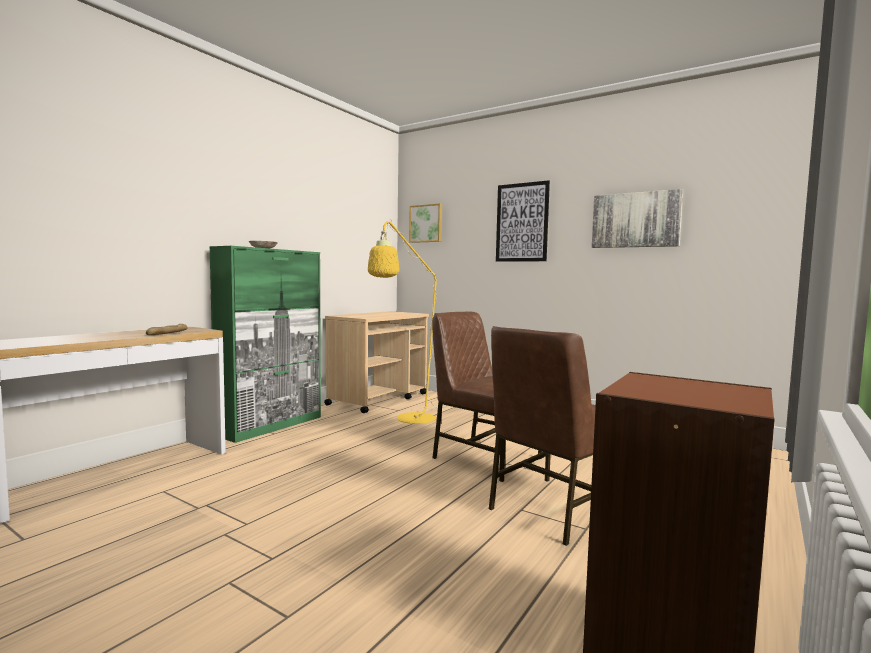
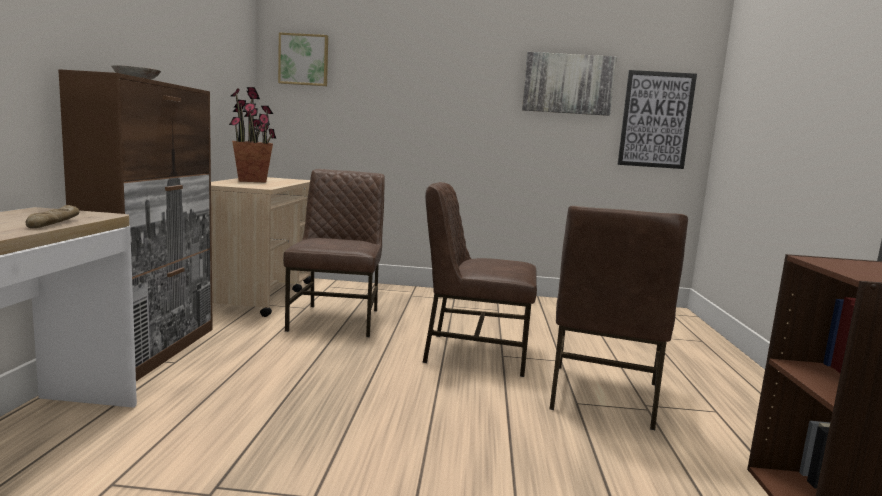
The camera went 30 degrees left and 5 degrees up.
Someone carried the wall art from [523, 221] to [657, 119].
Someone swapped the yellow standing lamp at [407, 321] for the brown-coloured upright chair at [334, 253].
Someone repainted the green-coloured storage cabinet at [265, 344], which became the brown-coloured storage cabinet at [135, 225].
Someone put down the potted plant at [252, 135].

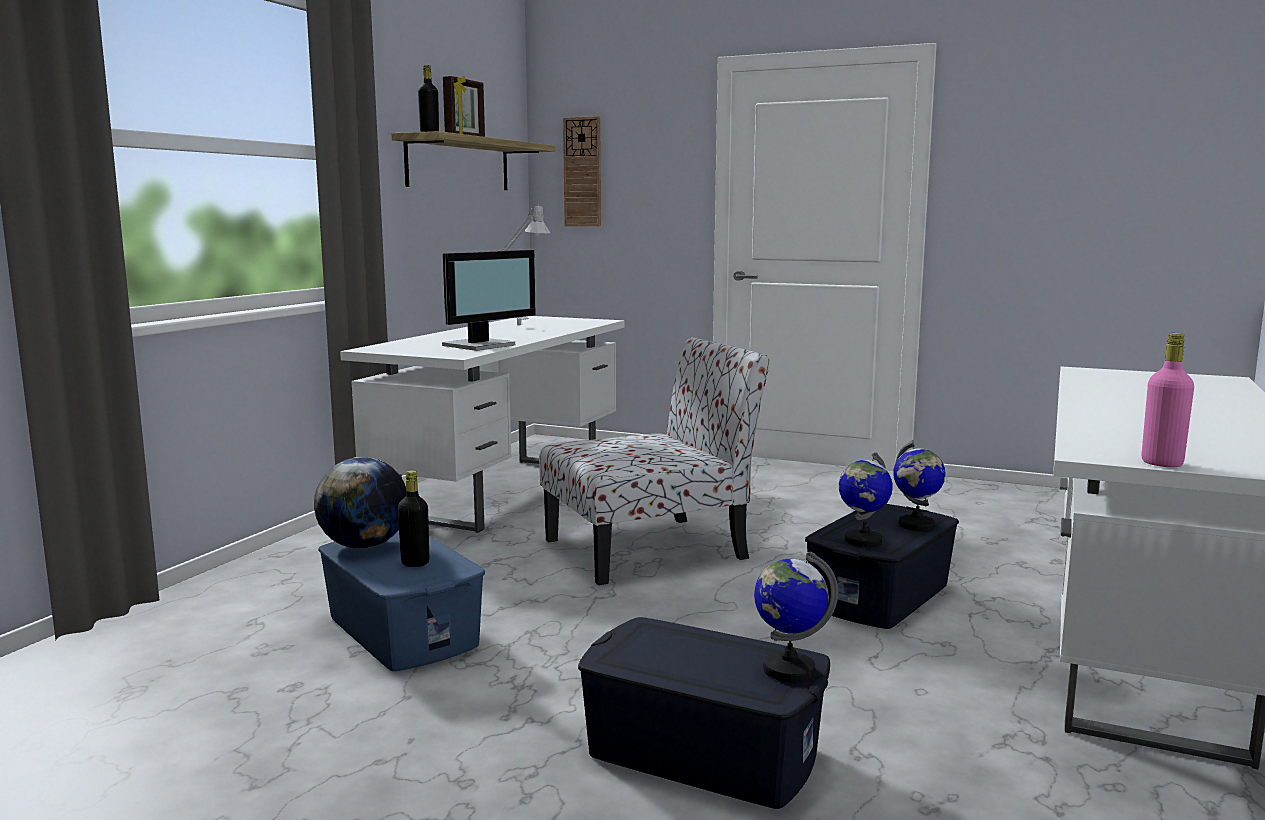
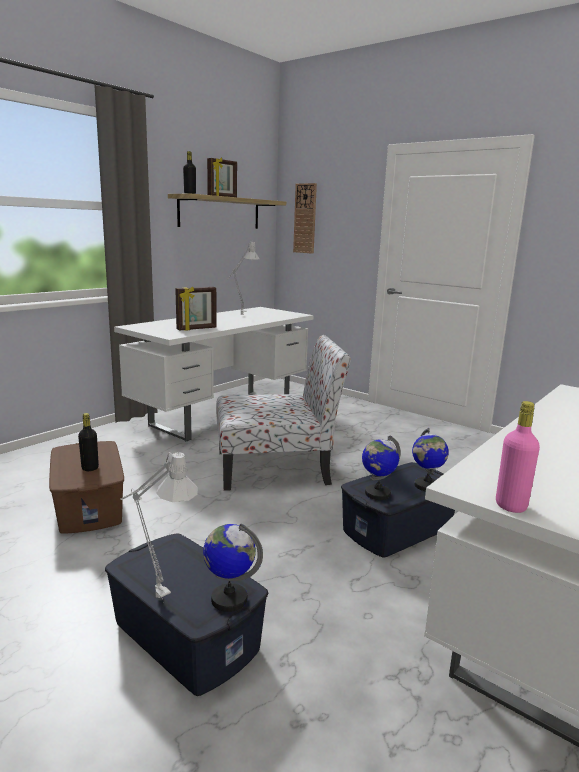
The camera went 15 degrees right and 5 degrees up.
Someone swapped the computer display at [489, 300] for the photo frame at [196, 309].
Someone took away the desk globe at [360, 503].
Someone repainted the blue-coloured storage box at [401, 600], which became the brown-coloured storage box at [86, 487].
Someone put down the grey table lamp at [159, 525].

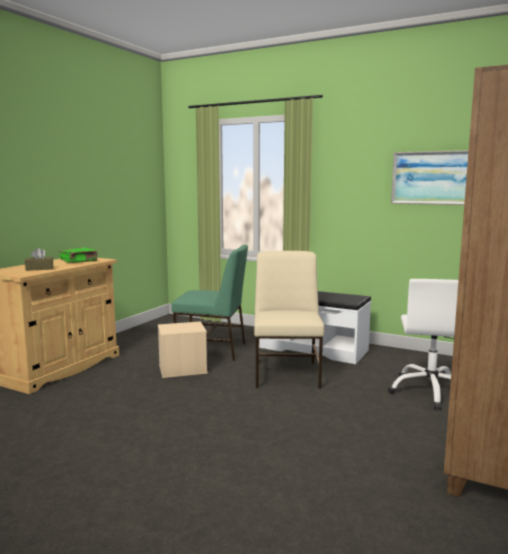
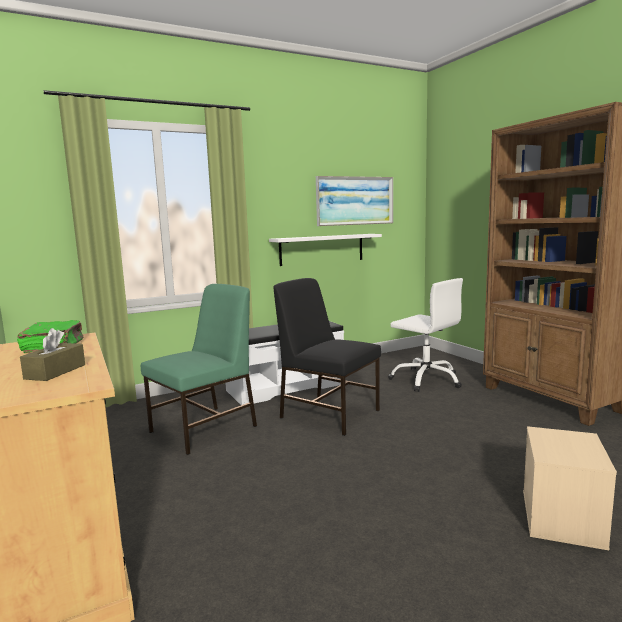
The camera went 55 degrees left and 0 degrees up.
Someone repainted the sand-coloured upright chair at [289, 320], which became the black upright chair at [327, 357].
Someone carried the sand-coloured storage box from [183, 349] to [570, 488].
Someone put up the white wall shelf at [325, 250].

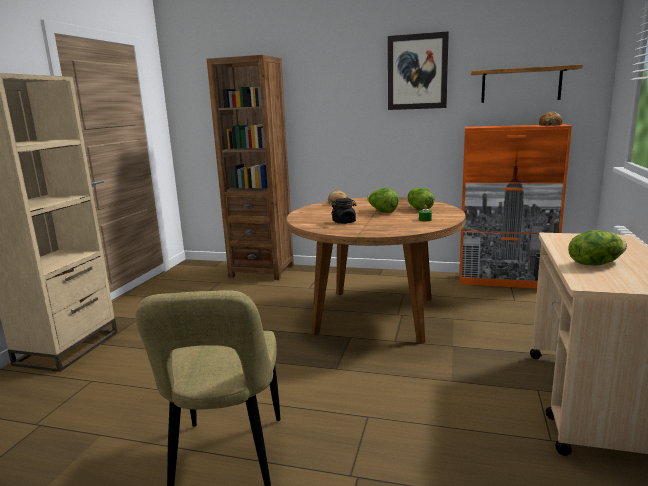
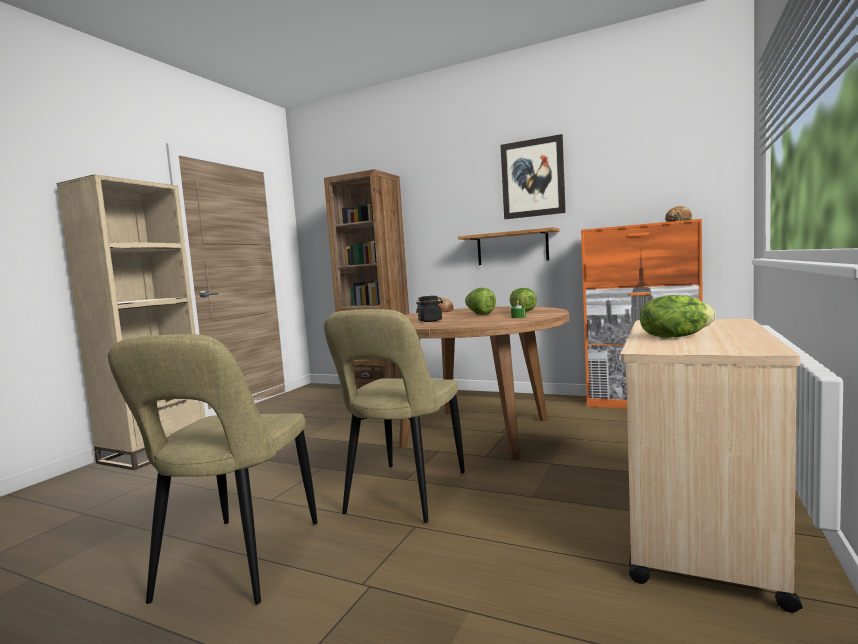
The camera went 10 degrees right and 10 degrees down.
Someone carried the wall shelf from [527, 84] to [509, 246].
Someone put down the sand-coloured upright chair at [394, 416].

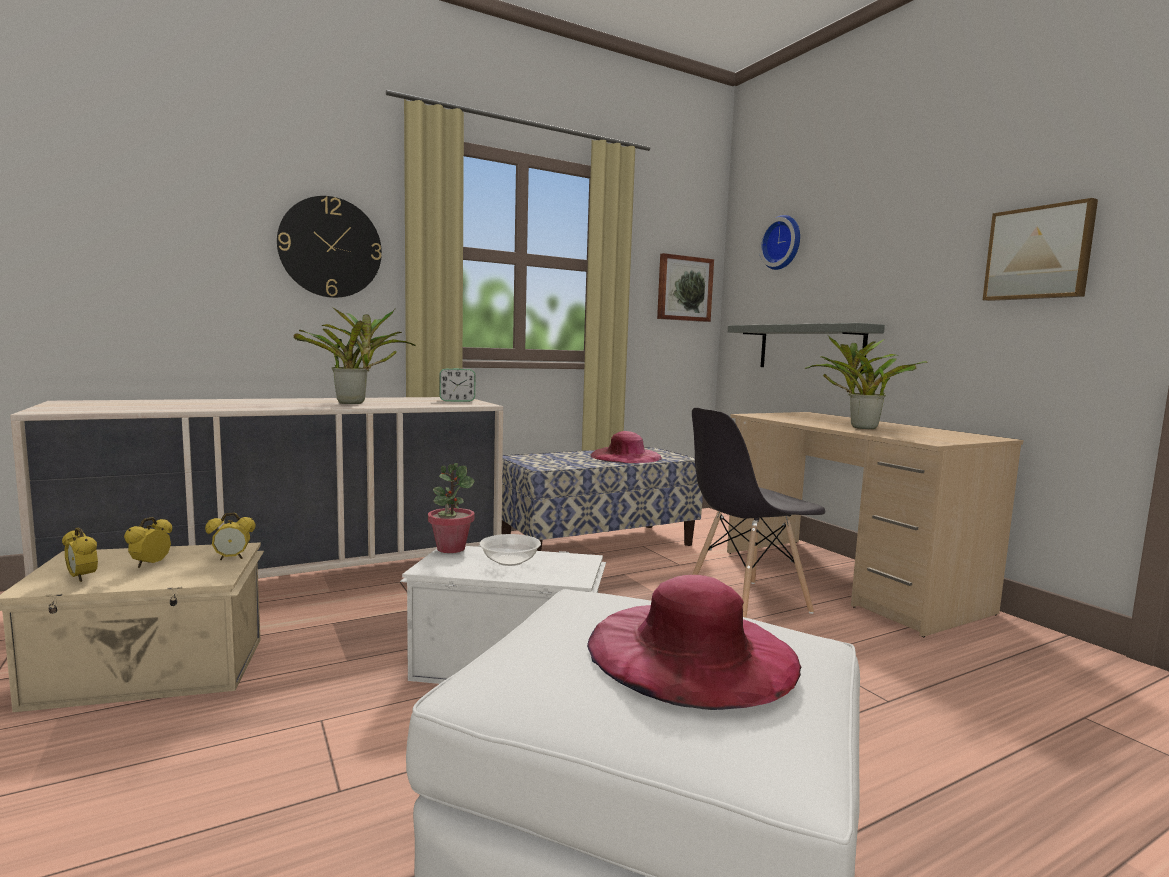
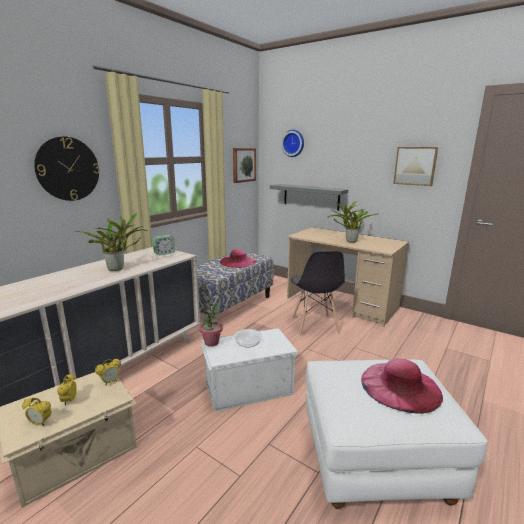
The camera went 25 degrees left and 10 degrees up.
Someone rotated the grey upright chair at [758, 513] by 45 degrees counterclockwise.

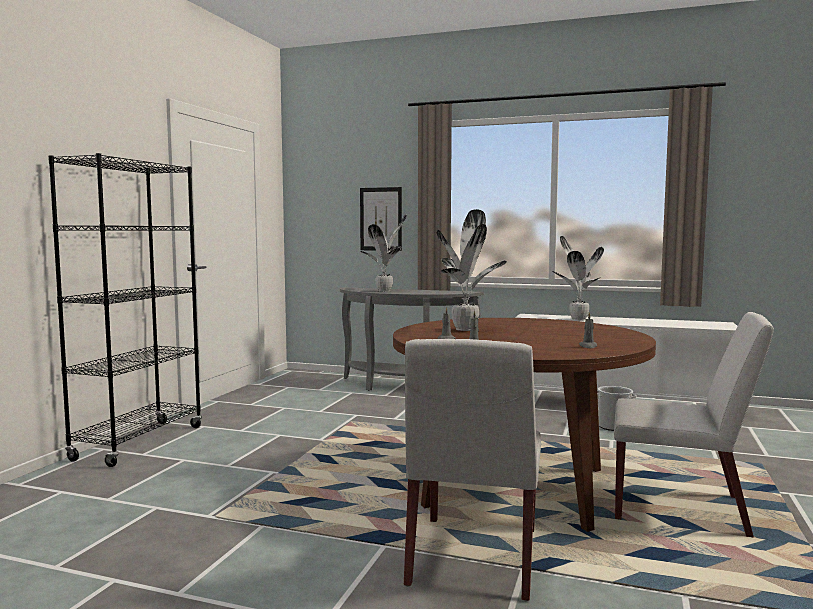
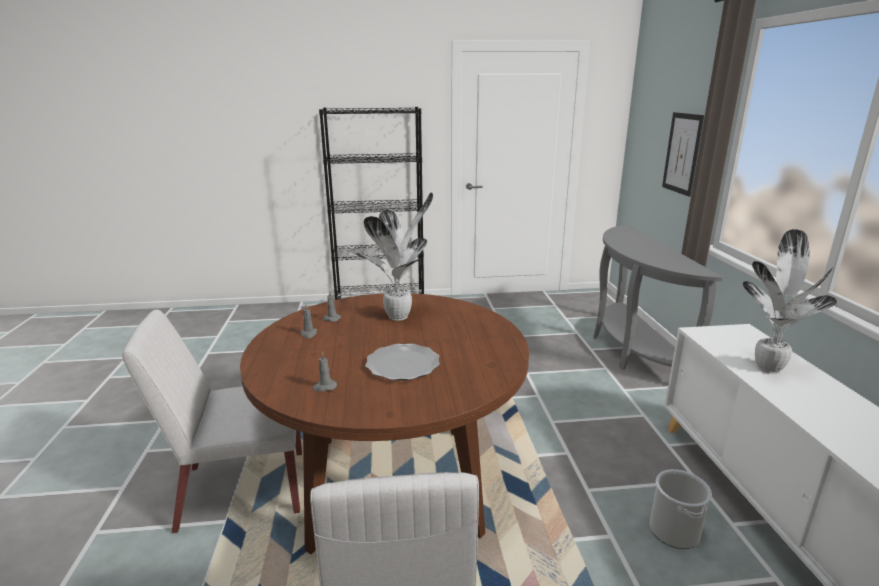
The camera went 65 degrees right and 15 degrees up.
Someone took away the potted plant at [383, 253].
Someone put down the plate at [402, 362].

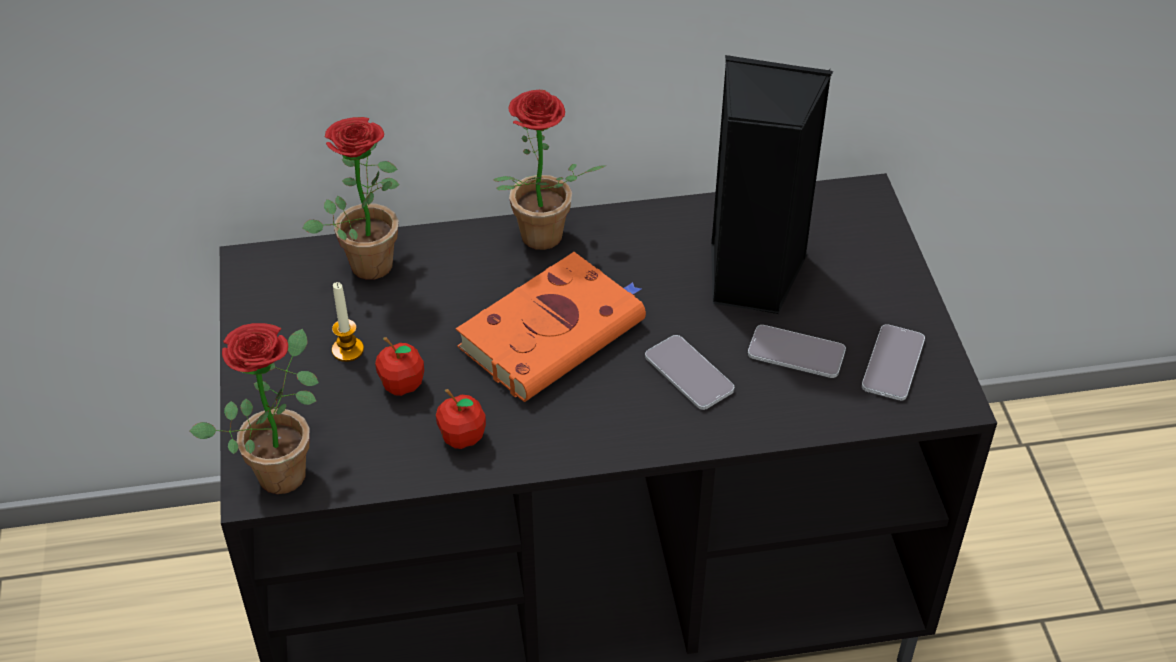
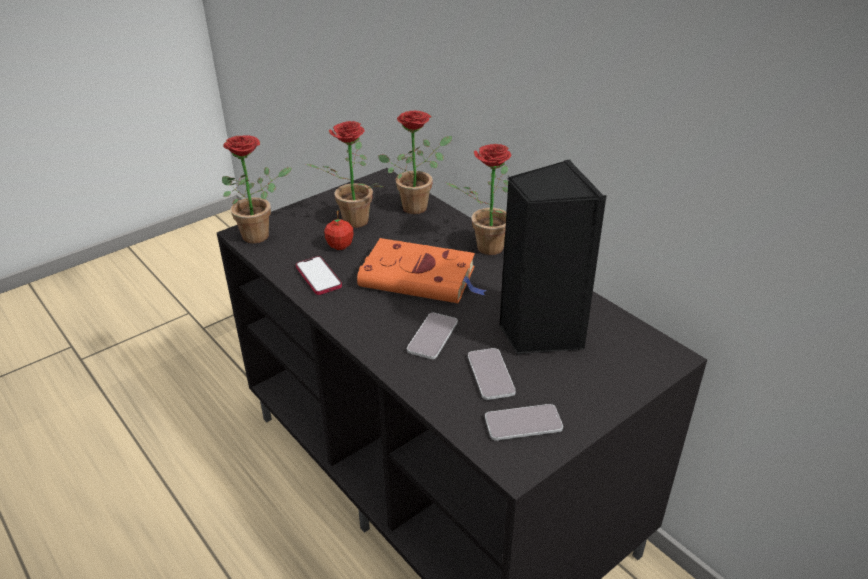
The camera went 60 degrees right and 10 degrees down.
Someone swapped the wax candle at [348, 322] for the potted plant at [344, 174].
Someone swapped the whole apple at [461, 419] for the telephone at [319, 275].

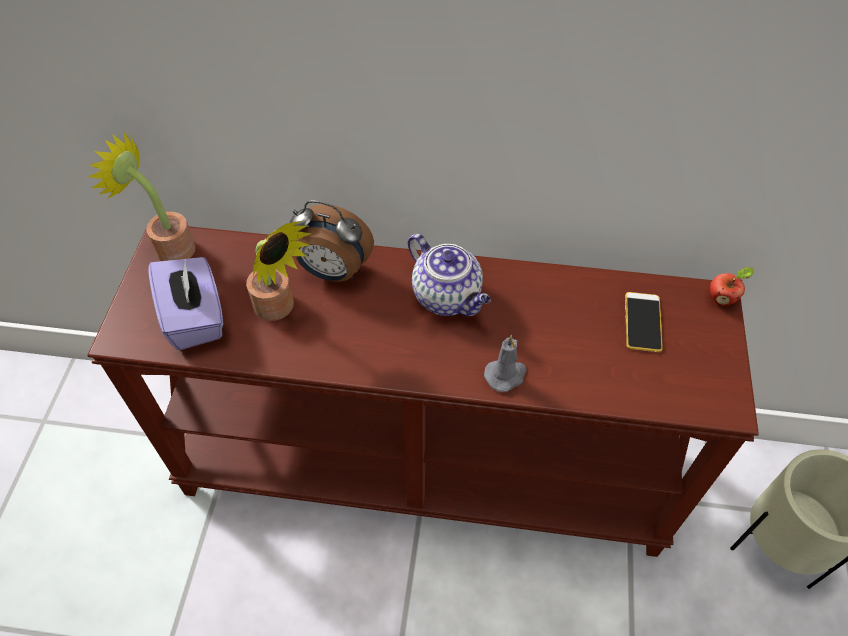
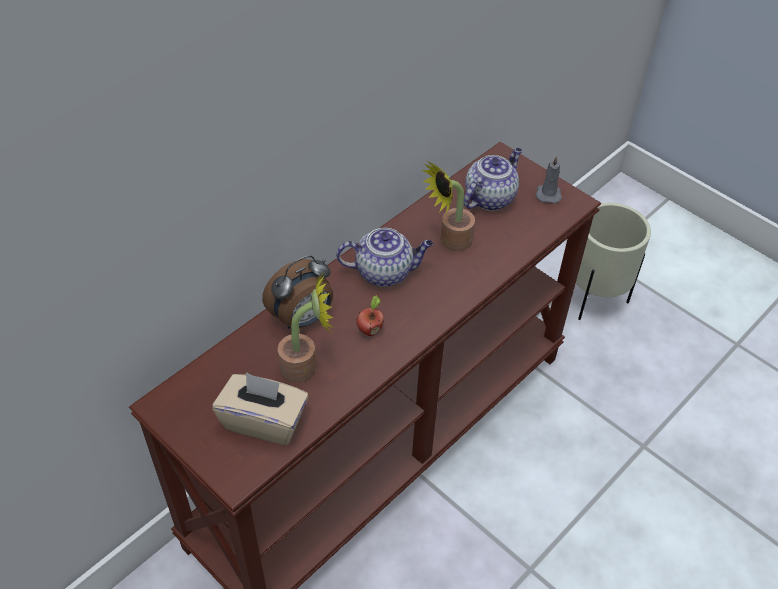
The camera went 55 degrees left and 5 degrees down.
Someone carried the potted plant from [142, 196] to [448, 206].
Someone repainted the purple-coloured tissue holder at [186, 303], which became the sand-coloured tissue holder at [260, 408].
Someone carried the whole apple from [732, 286] to [370, 315].
Someone swapped the telephone at [644, 322] for the teapot at [492, 179].
Someone carried the grey wax candle from [505, 363] to [548, 180].

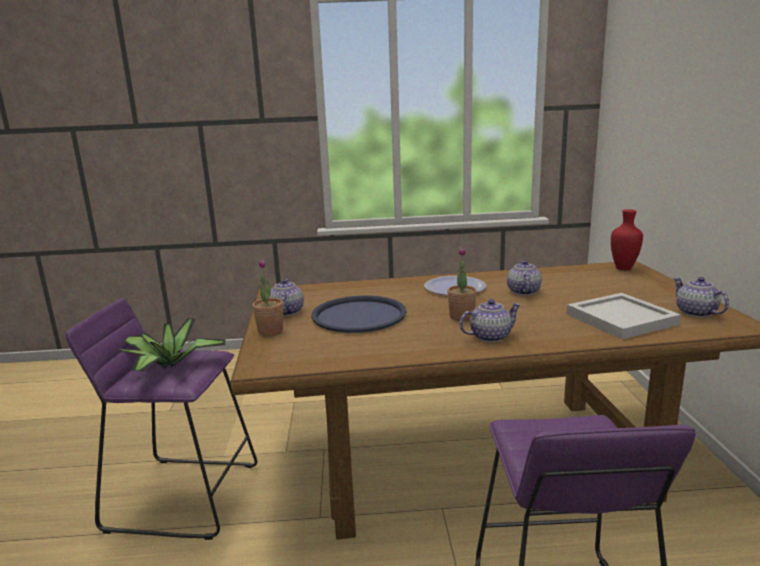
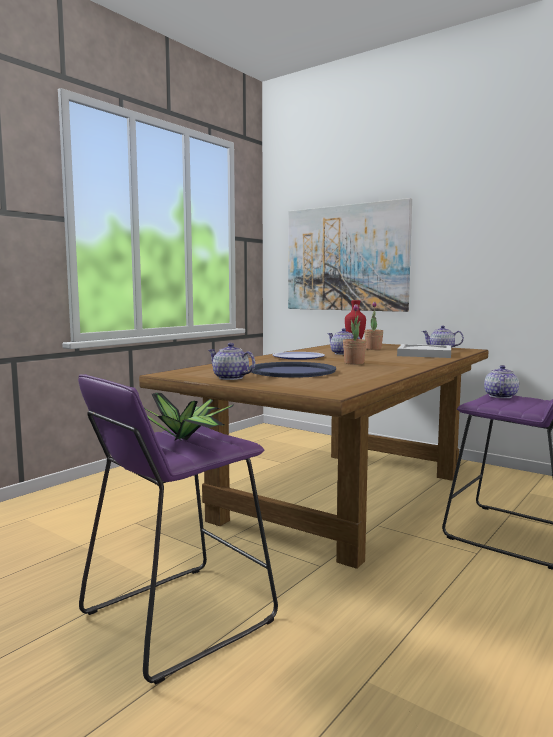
The camera went 50 degrees left and 10 degrees down.
Someone carried the potted plant from [267, 297] to [373, 326].
Someone carried the teapot from [490, 320] to [501, 381].
Someone put up the wall art at [350, 255].

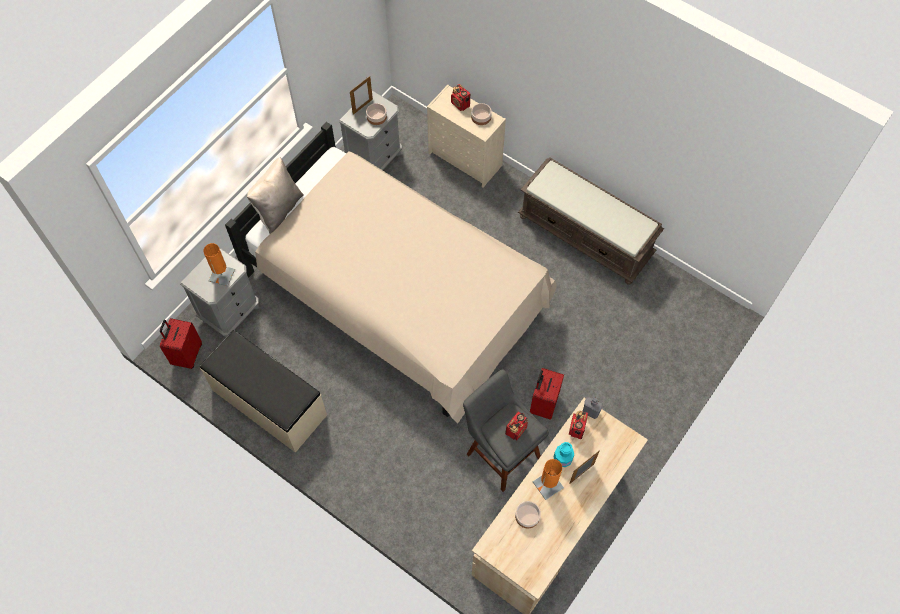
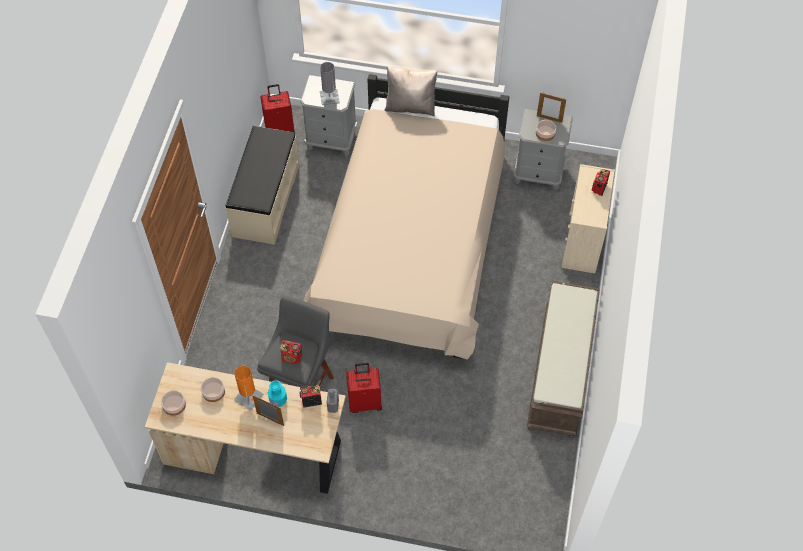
The camera went 65 degrees right and 5 degrees down.
Someone carried the deep dish from [481, 114] to [173, 403].
Someone repainted the orange-coloured table lamp at [219, 265], which became the grey table lamp at [330, 83].

